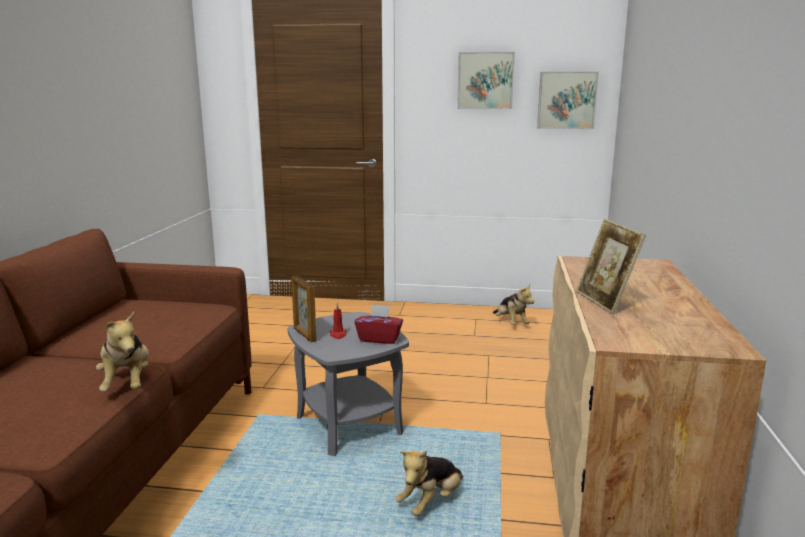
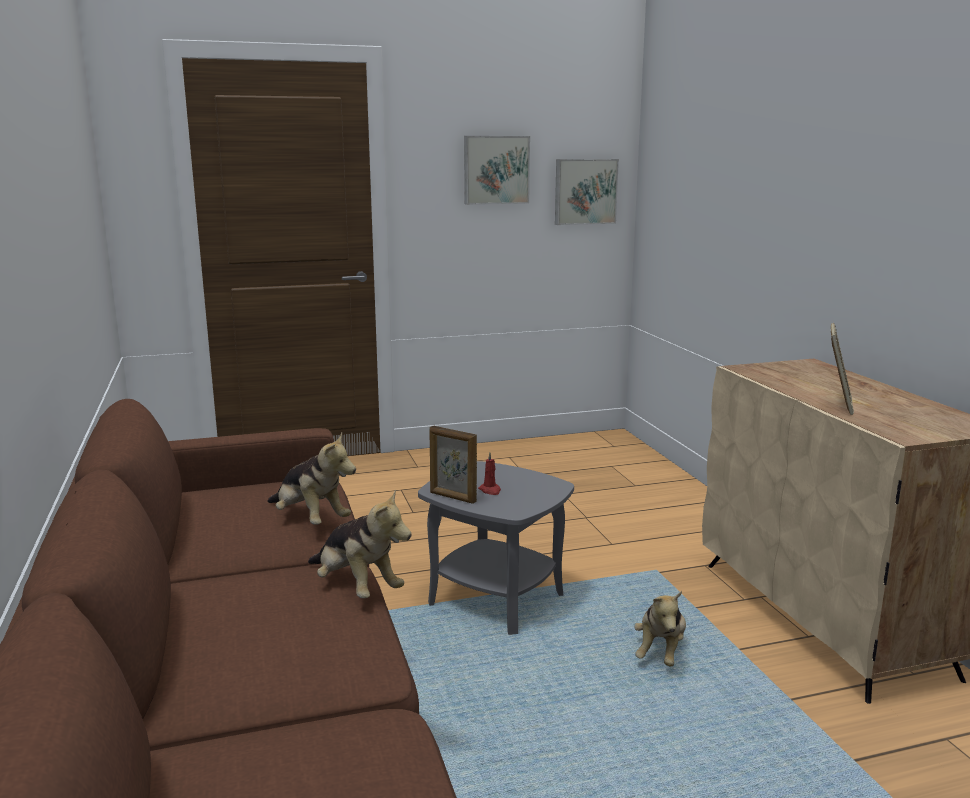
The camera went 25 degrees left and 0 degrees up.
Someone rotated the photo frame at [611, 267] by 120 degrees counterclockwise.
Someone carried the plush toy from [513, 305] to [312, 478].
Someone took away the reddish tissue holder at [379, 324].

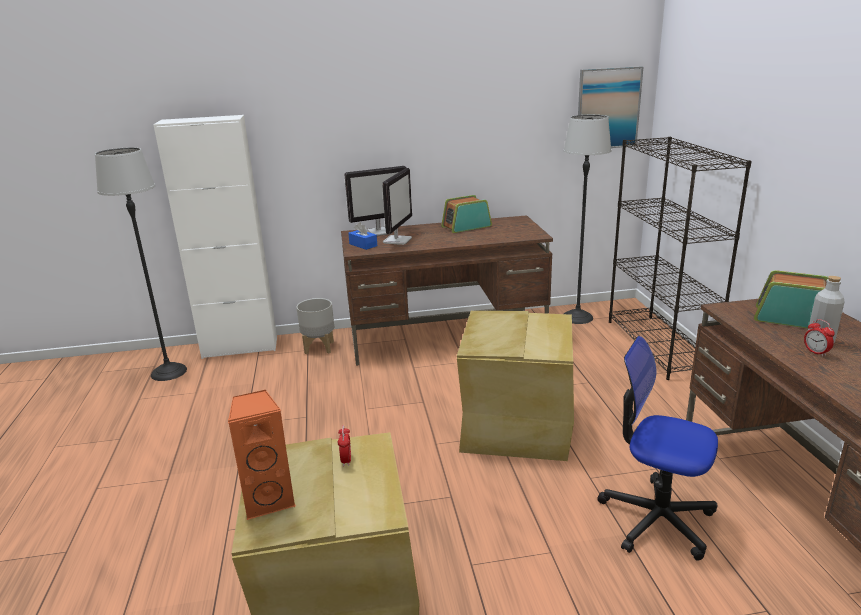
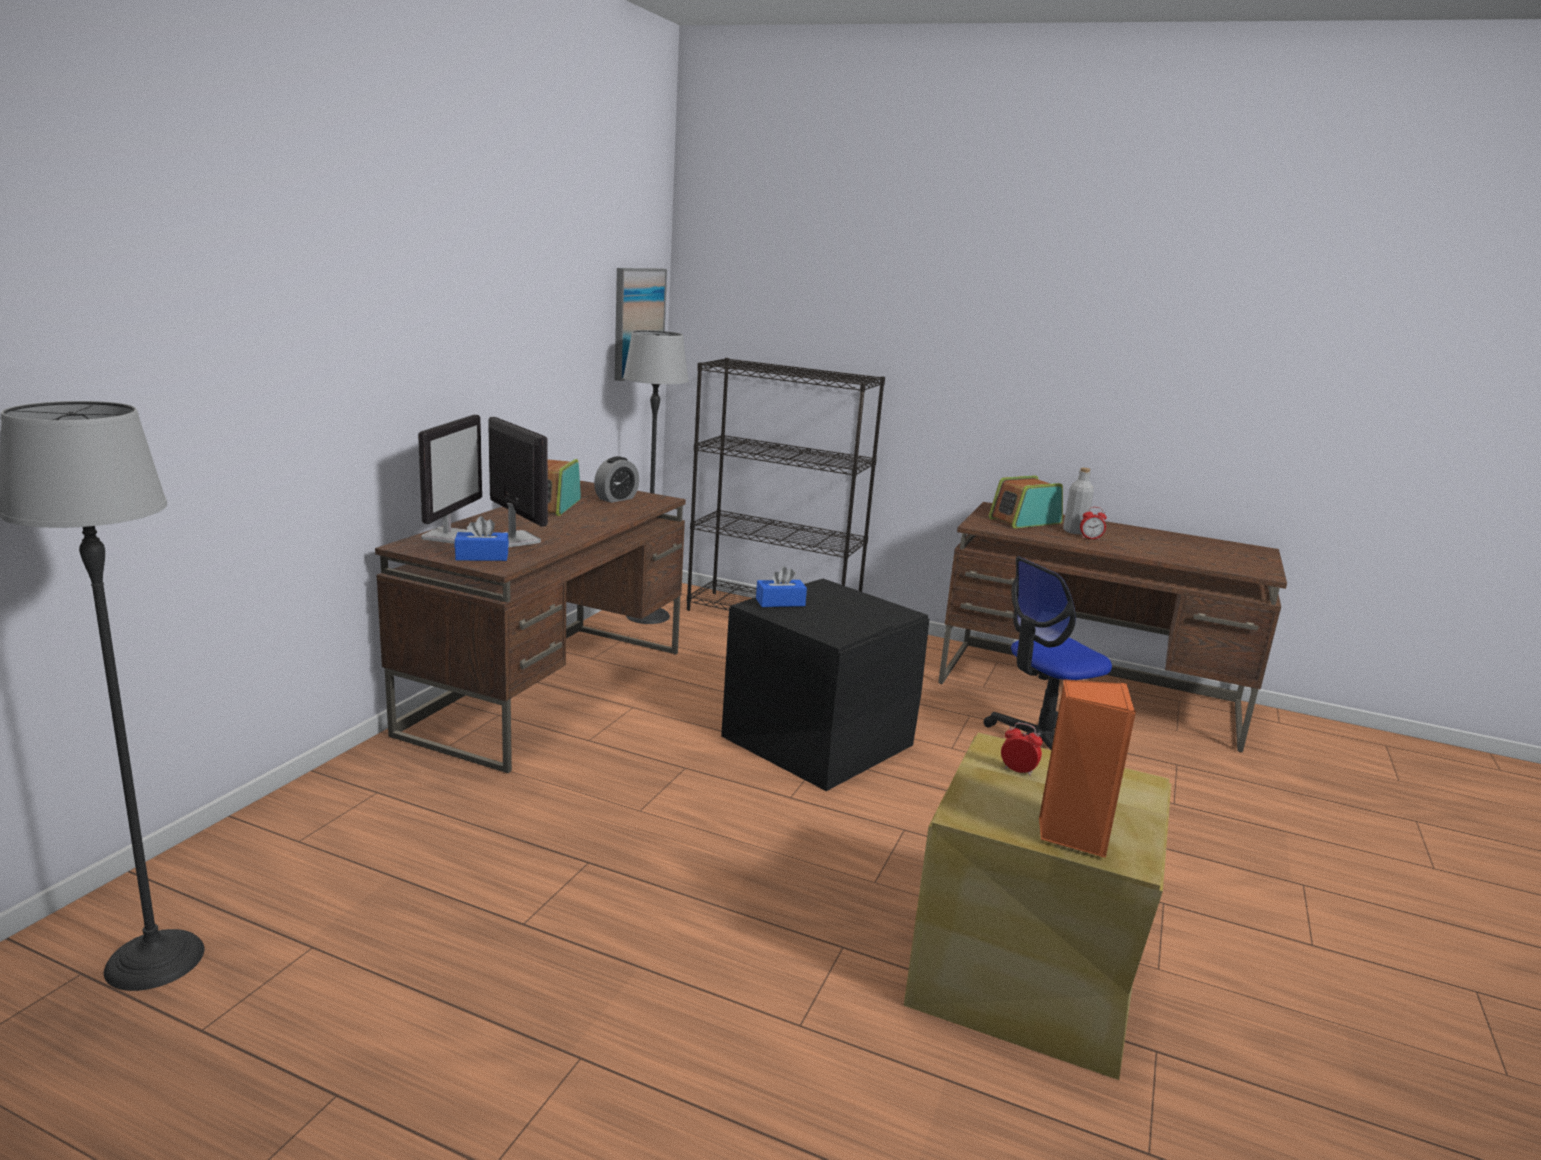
The camera went 60 degrees left and 5 degrees down.
Someone took away the white storage cabinet at [215, 237].
Someone took away the grey flower pot at [315, 326].
Someone repainted the sand-coloured storage box at [515, 386], which became the black storage box at [825, 685].
Someone put down the alarm clock at [616, 479].
Someone put down the blue-coloured tissue holder at [781, 586].

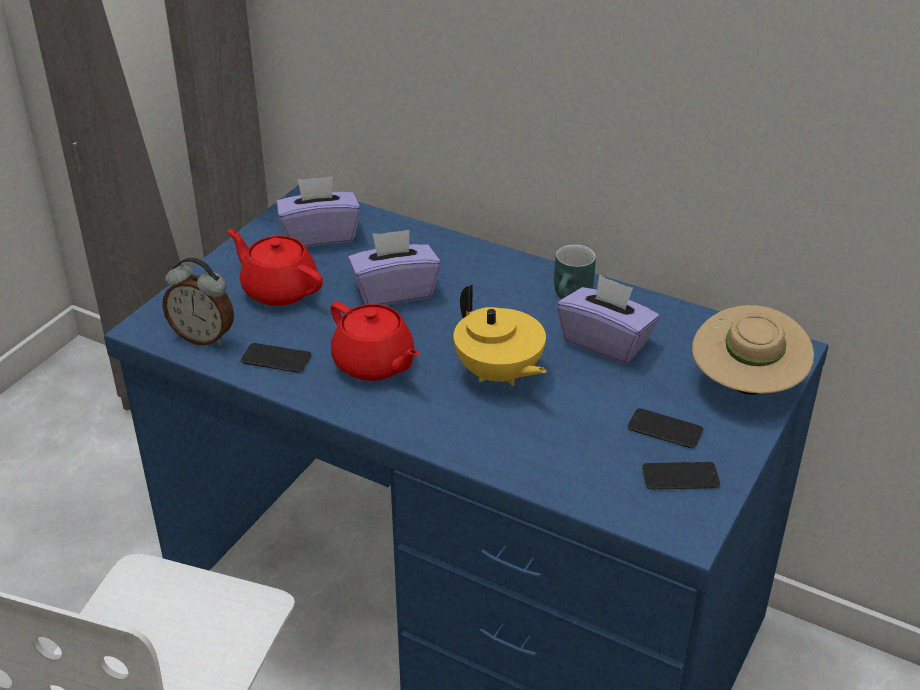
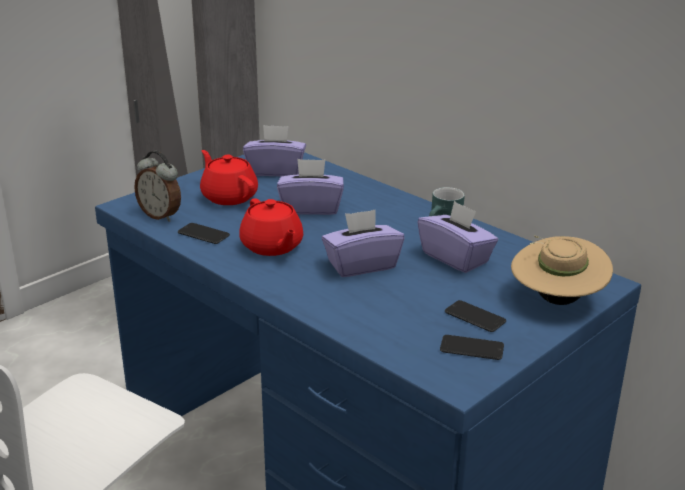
The camera went 15 degrees right and 10 degrees down.
Someone swapped the yellow teapot at [500, 335] for the purple-coloured tissue holder at [363, 243].

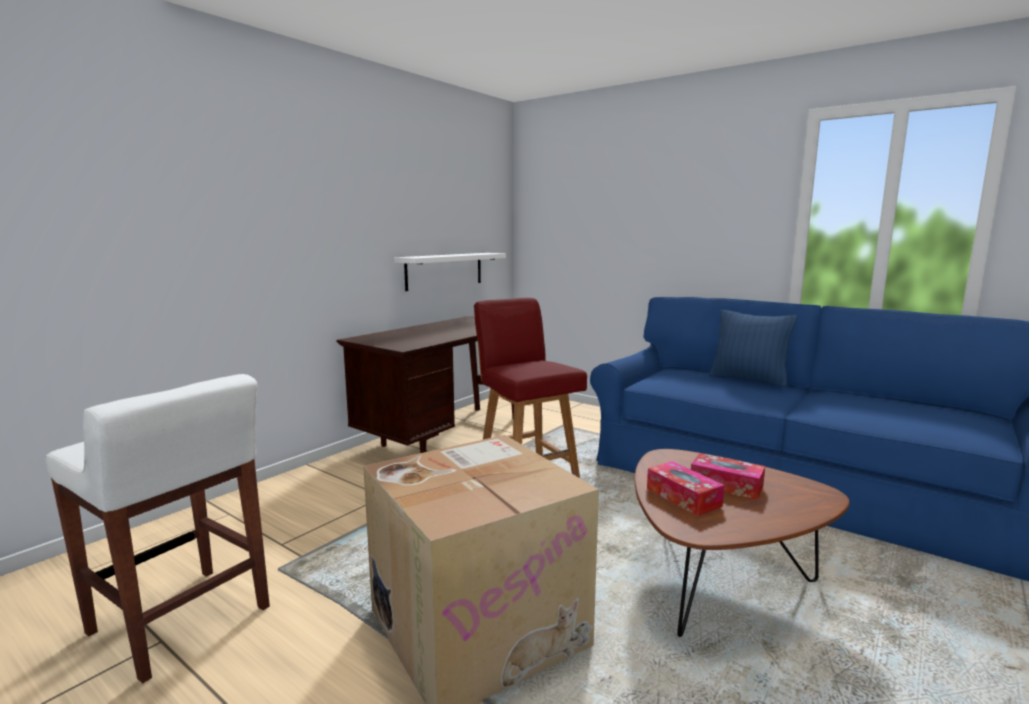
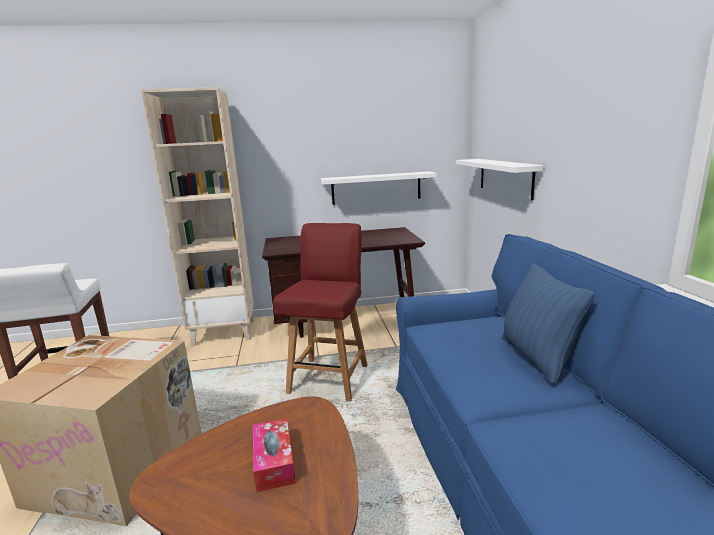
The camera went 45 degrees right and 5 degrees up.
Someone took away the tissue holder at [685, 488].
Someone put down the sand-coloured bookshelf at [197, 216].
Someone put up the white wall shelf at [499, 180].

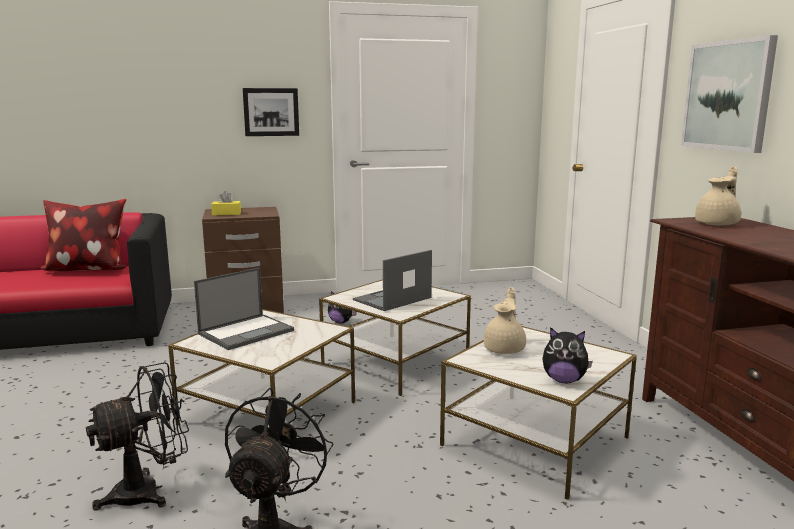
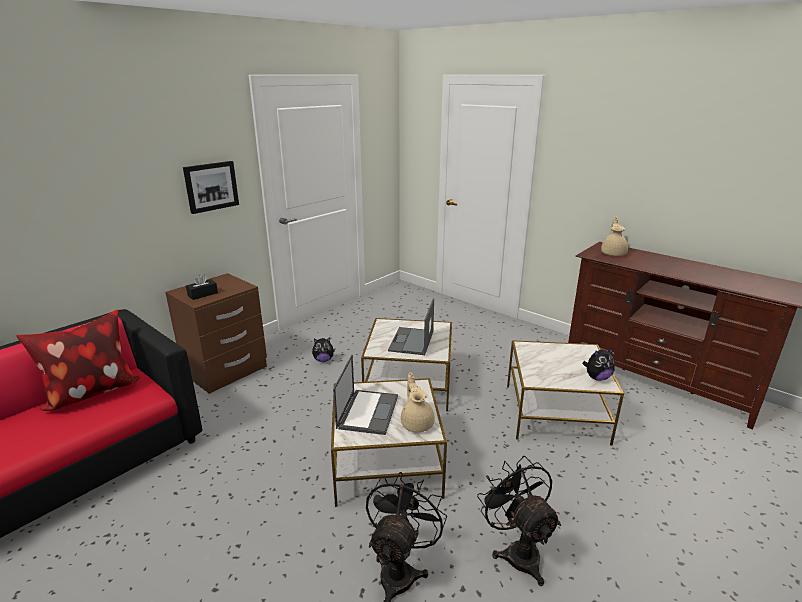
The camera went 35 degrees left and 10 degrees up.
Someone took away the wall art at [729, 94].
Someone repainted the yellow tissue holder at [226, 203], which became the black tissue holder at [202, 287].
Someone carried the sand-coloured teapot from [505, 320] to [418, 403].

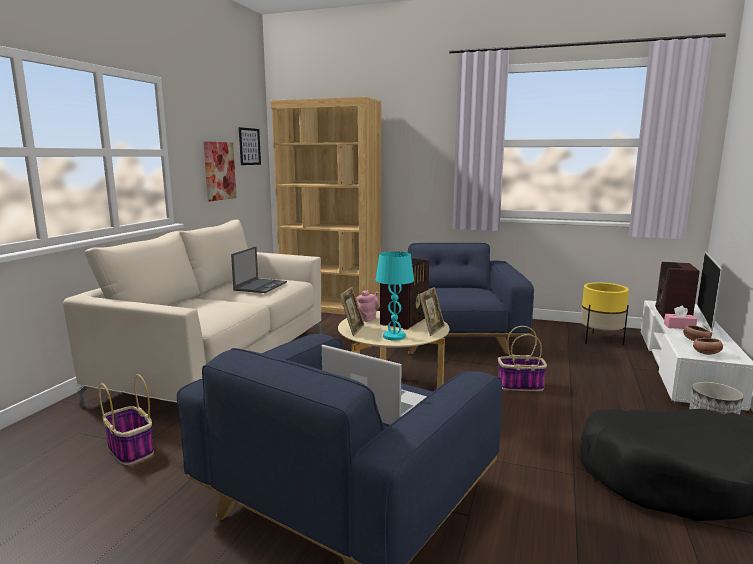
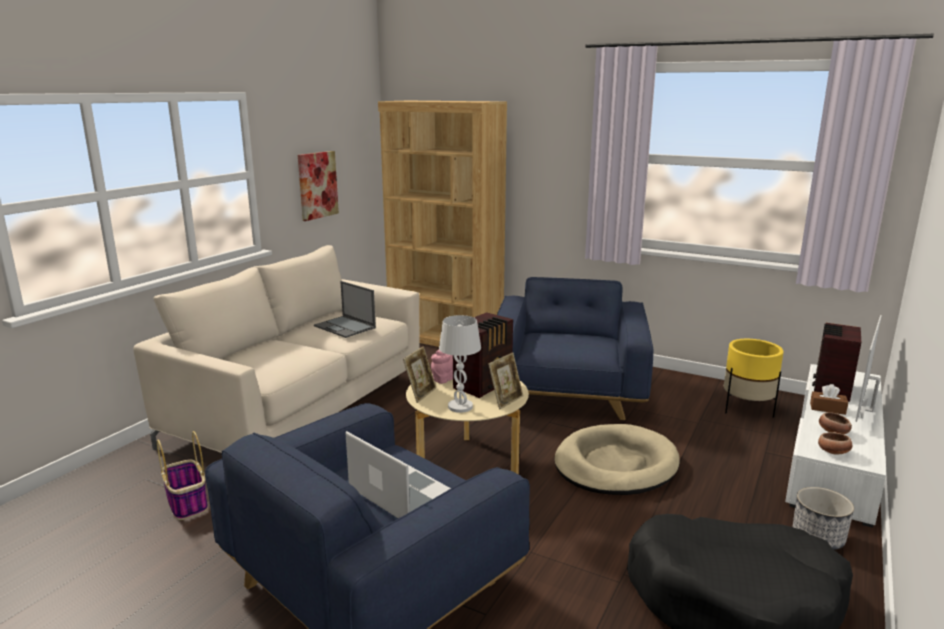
The camera went 10 degrees right and 5 degrees up.
Someone took away the wall art at [250, 146].
Someone rotated the portable computer at [259, 269] by 105 degrees clockwise.
Someone repainted the blue-green table lamp at [395, 296], which became the white table lamp at [460, 364].
Someone repainted the pink-coloured tissue holder at [680, 317], which became the brown-coloured tissue holder at [829, 399].
Someone swapped the basket at [522, 358] for the sand-coloured dog bed at [617, 459].

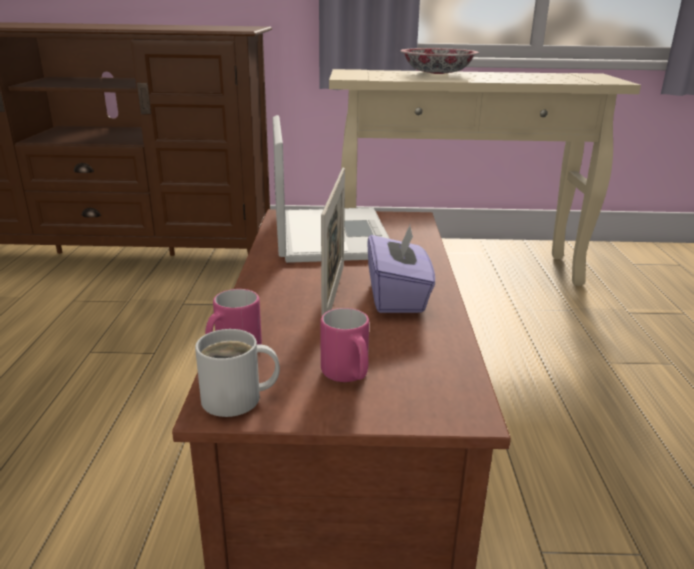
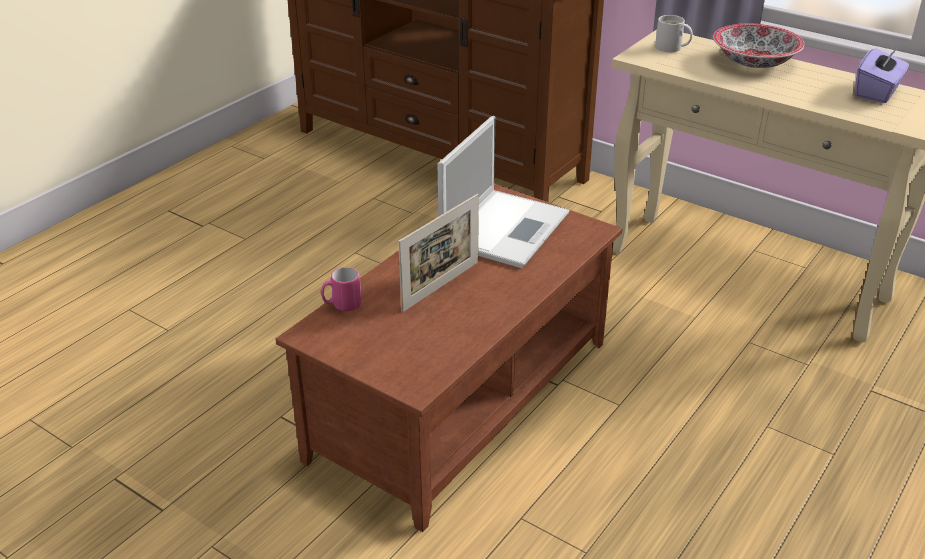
The camera went 35 degrees right and 10 degrees up.
Someone carried the purple-coloured tissue holder from [401, 268] to [882, 74].
Someone took away the pink-coloured tea mug at [344, 345].
Someone carried the white tea mug from [237, 373] to [674, 33].

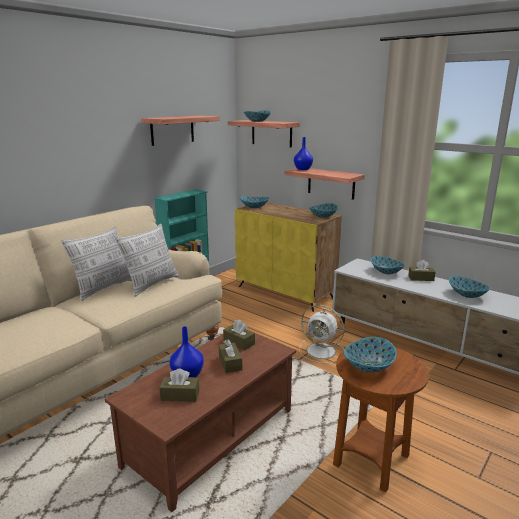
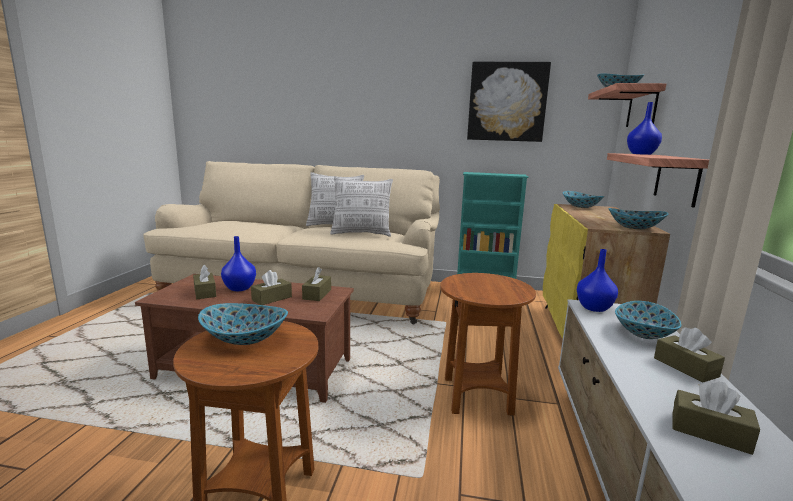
The camera went 60 degrees right and 5 degrees down.
Someone swapped the wall shelf at [180, 131] for the wall art at [509, 102].
Someone swapped the deep dish at [470, 287] for the brown-coloured tissue holder at [716, 418].
Someone swapped the white electric fan at [322, 334] for the brown-coloured side table at [488, 344].
Someone put down the blue-coloured decorative vase at [597, 280].

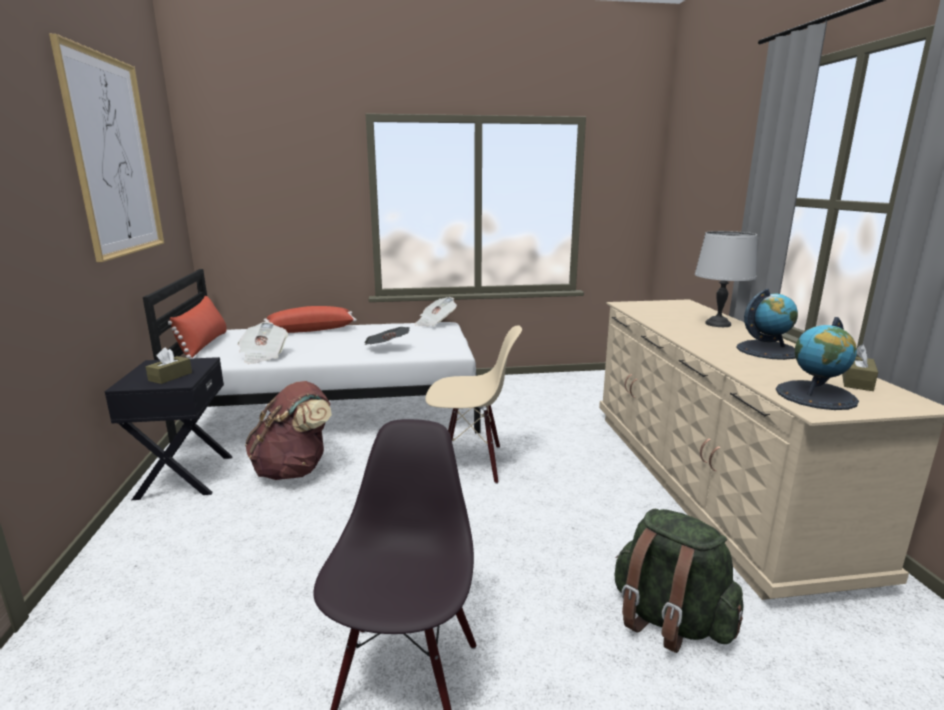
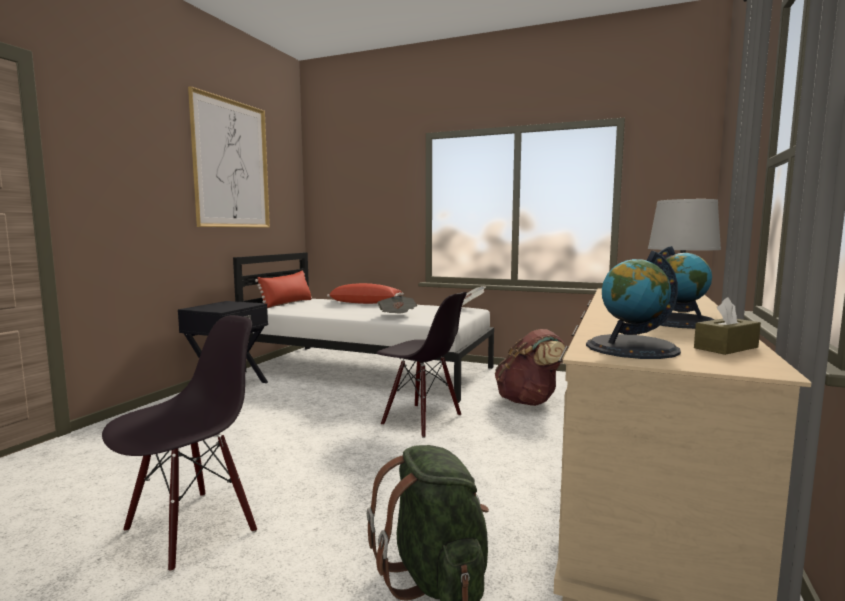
The camera went 30 degrees right and 10 degrees down.
Someone took away the printed paper at [263, 343].
Someone repainted the sand-coloured upright chair at [473, 404], which became the black upright chair at [422, 365].
Someone took away the brown-coloured tissue holder at [169, 365].
Someone carried the brown-coloured backpack from [288, 430] to [530, 367].

